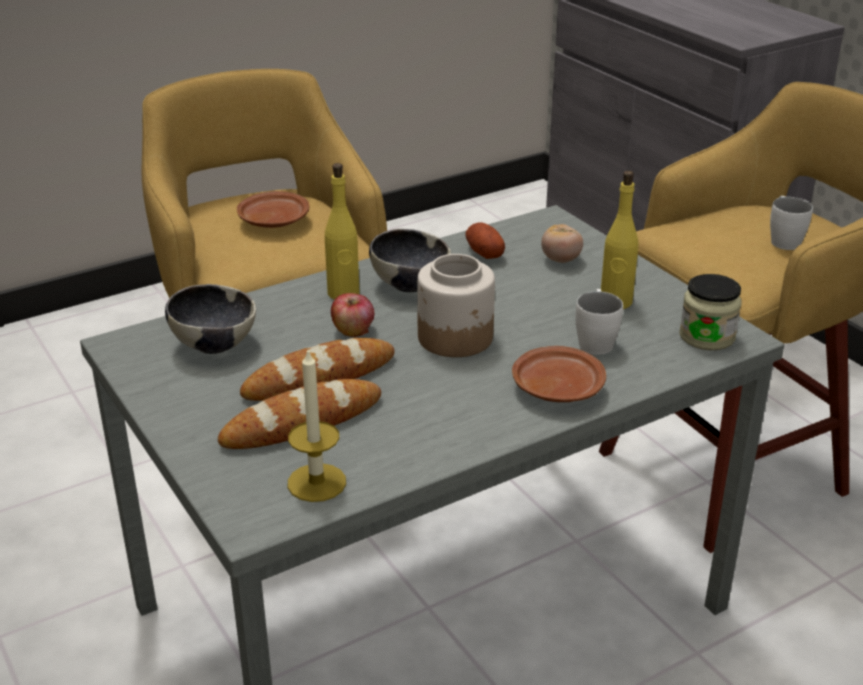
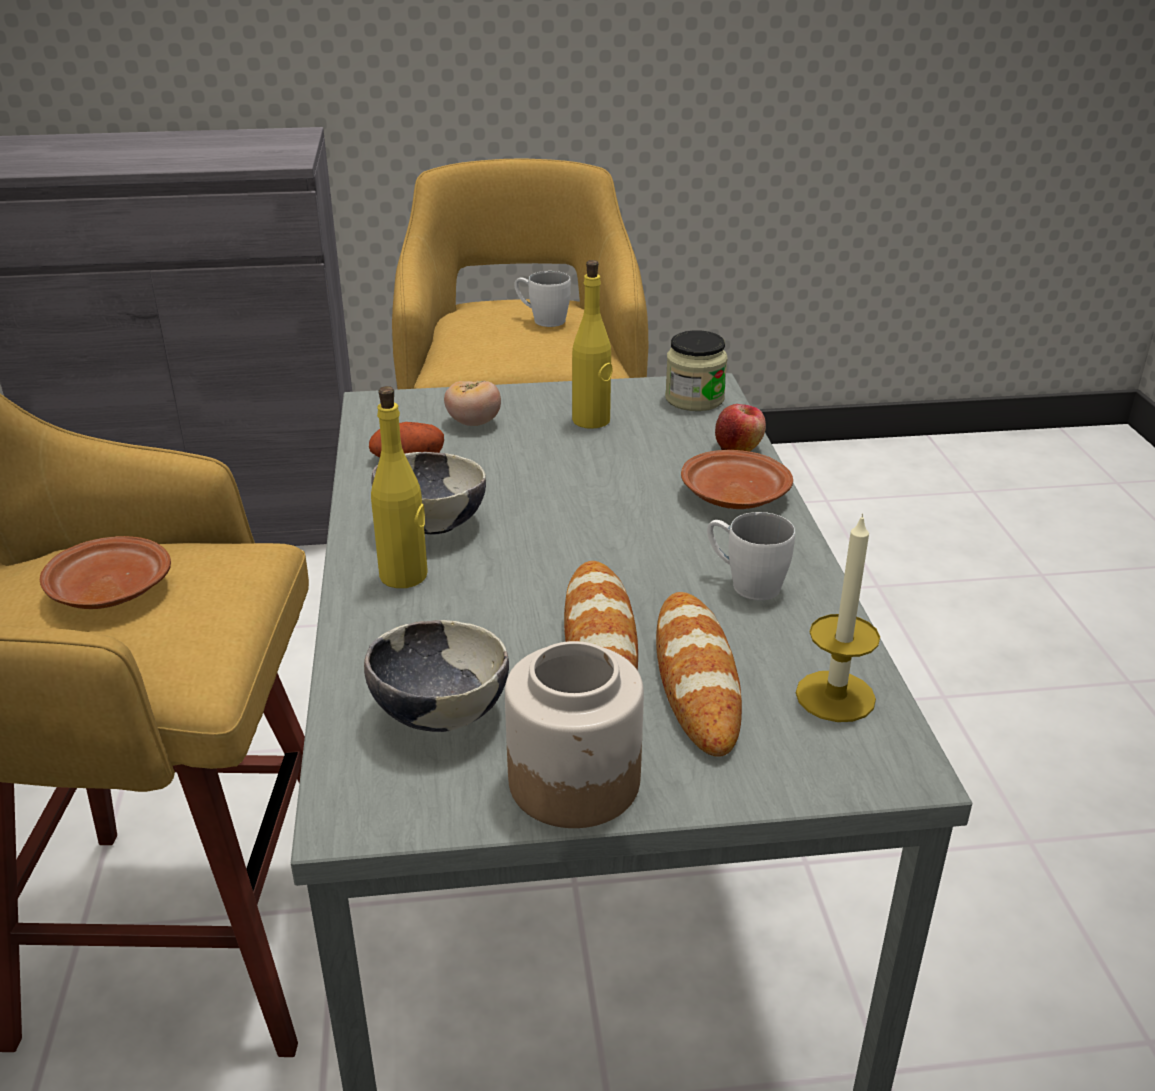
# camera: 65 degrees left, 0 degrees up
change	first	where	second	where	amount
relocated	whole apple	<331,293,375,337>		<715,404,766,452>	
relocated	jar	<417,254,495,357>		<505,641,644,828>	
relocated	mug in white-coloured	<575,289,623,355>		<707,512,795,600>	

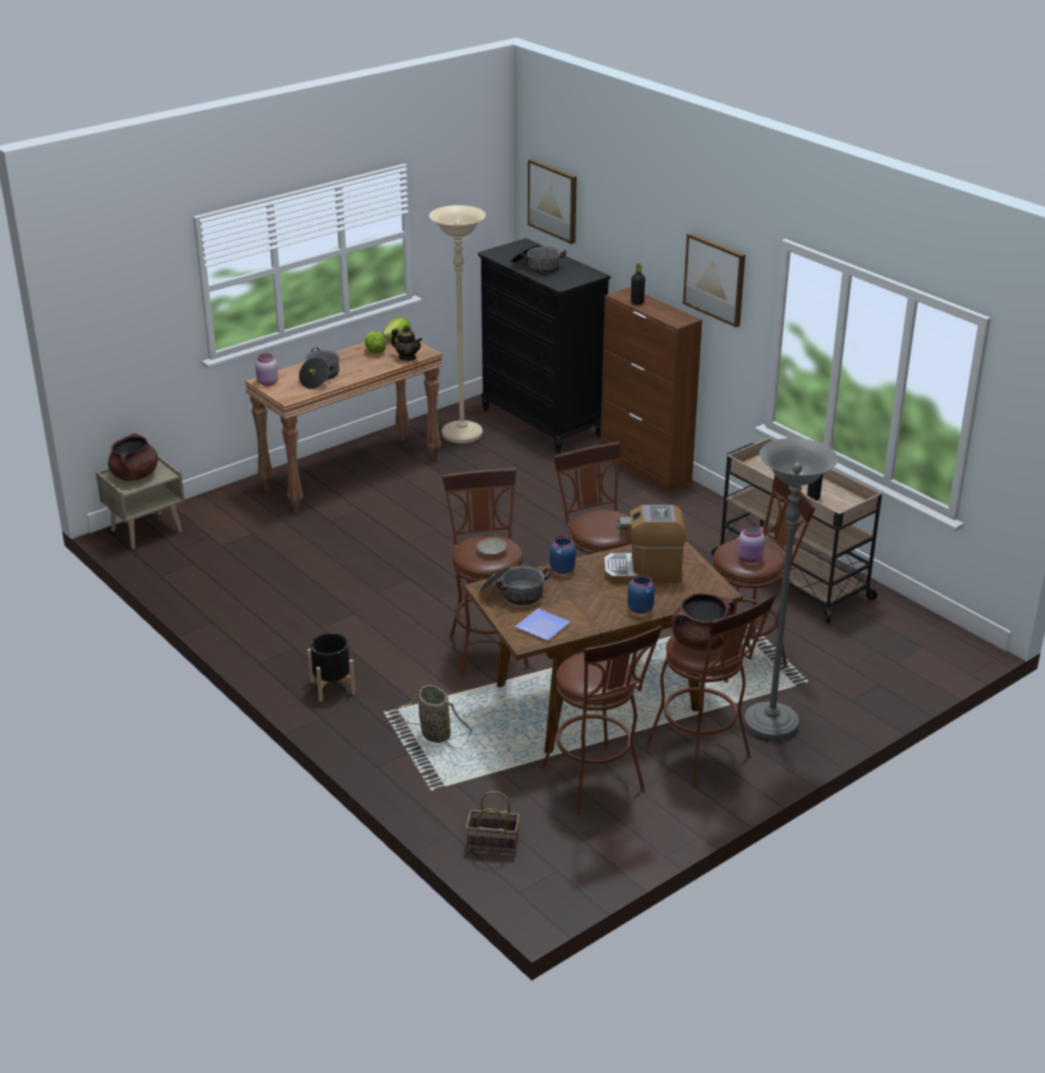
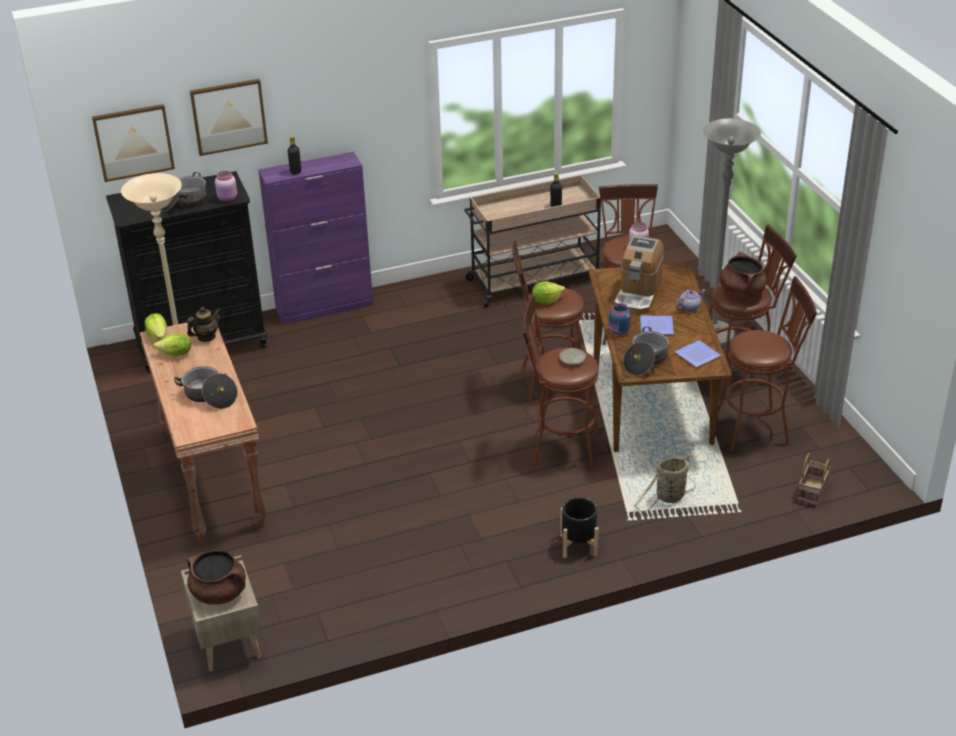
# camera: 70 degrees left, 5 degrees up
change	first	where	second	where	amount
appeared			lettuce	<532,281,565,304>	
appeared			plate	<640,316,674,335>	
relocated	jar in pinkish	<255,354,278,386>		<215,171,237,202>	
relocated	picture	<683,233,745,327>		<190,79,268,156>	
exchanged	jar in blue	<627,574,655,614>	tea pot	<675,289,705,312>	
colour	cupboard in brown	<600,287,702,491>	cupboard in purplish	<258,152,373,325>	

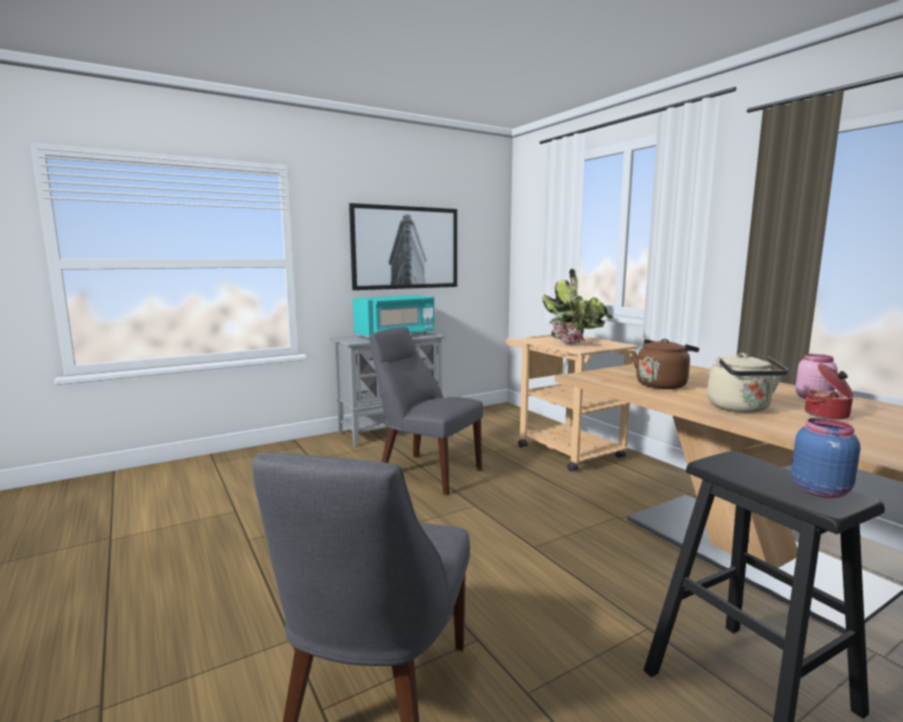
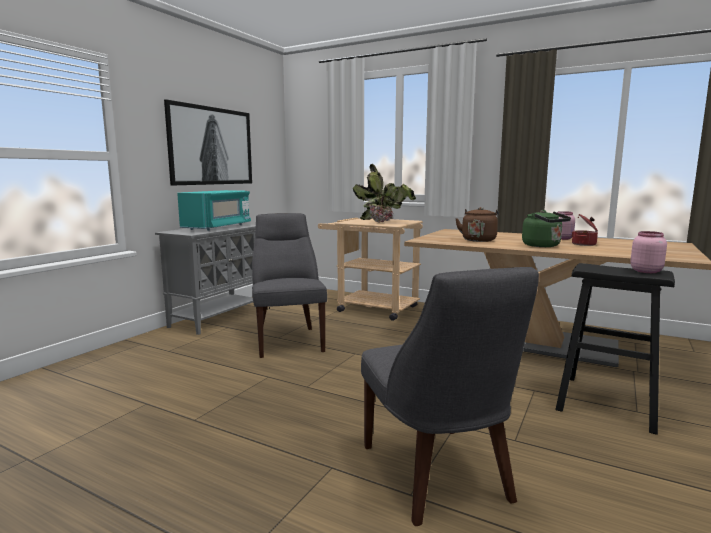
# camera: 30 degrees left, 0 degrees up
change	first	where	second	where	amount
colour	water kettle in beige	<707,353,788,413>	water kettle in greenish	<522,210,571,247>	
colour	jar in blue	<791,418,860,498>	jar in pinkish	<630,231,667,273>	
spun	plain chair in grey	<369,327,483,495>		<252,213,327,358>	75 degrees clockwise

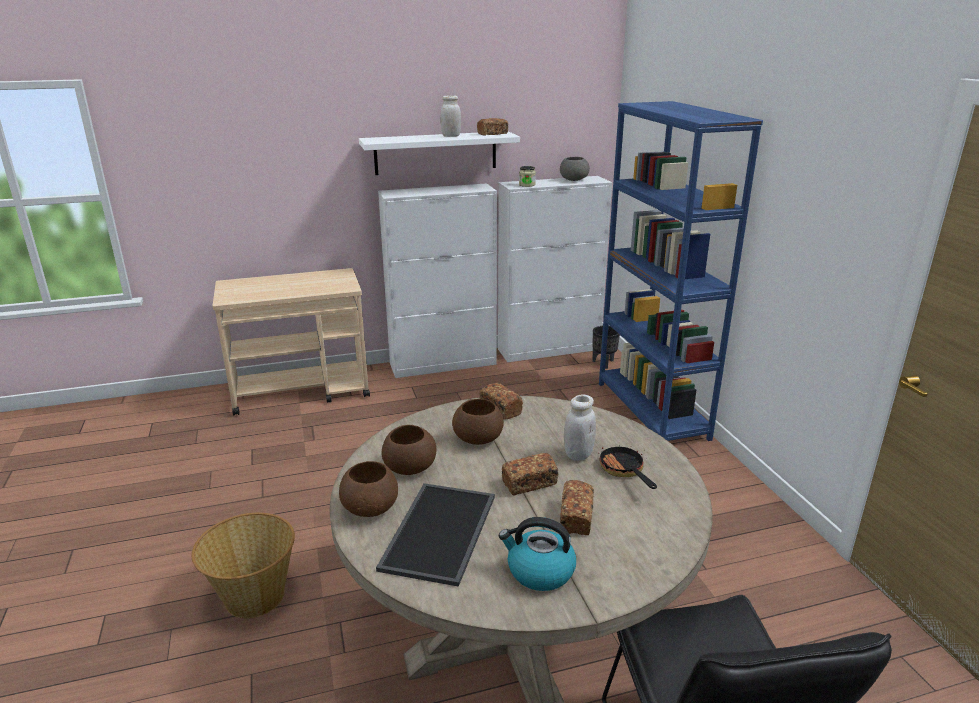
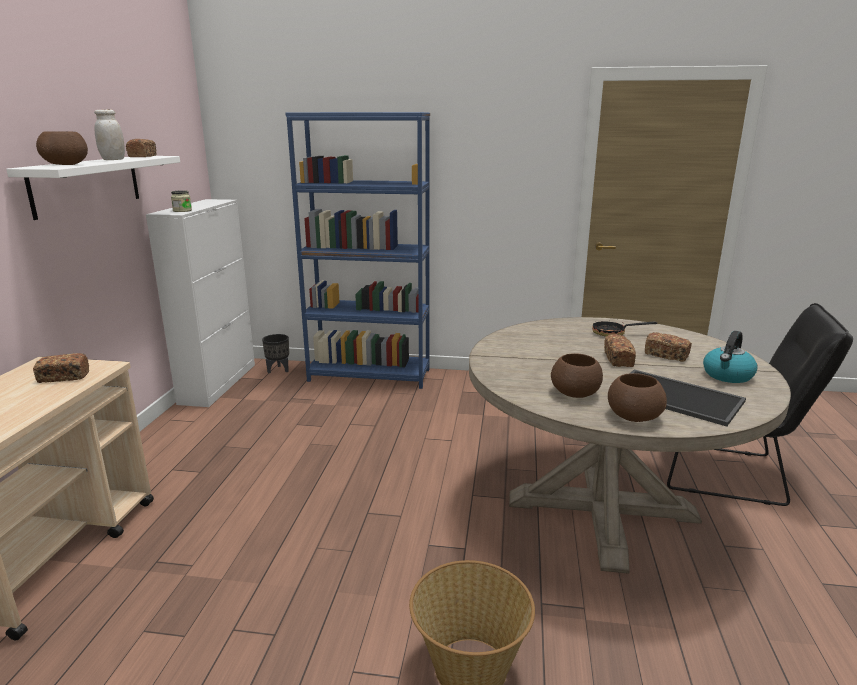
# camera: 65 degrees left, 5 degrees down
change	first	where	second	where	amount
missing	cupboard in white-coloured	<378,183,497,378>			
missing	deep dish in grey	<560,157,590,181>			
missing	jar in white-coloured	<564,394,596,461>			
relocated	deep dish in brown	<452,399,504,445>		<36,131,88,165>	
relocated	bread	<480,383,523,420>		<33,353,89,383>	

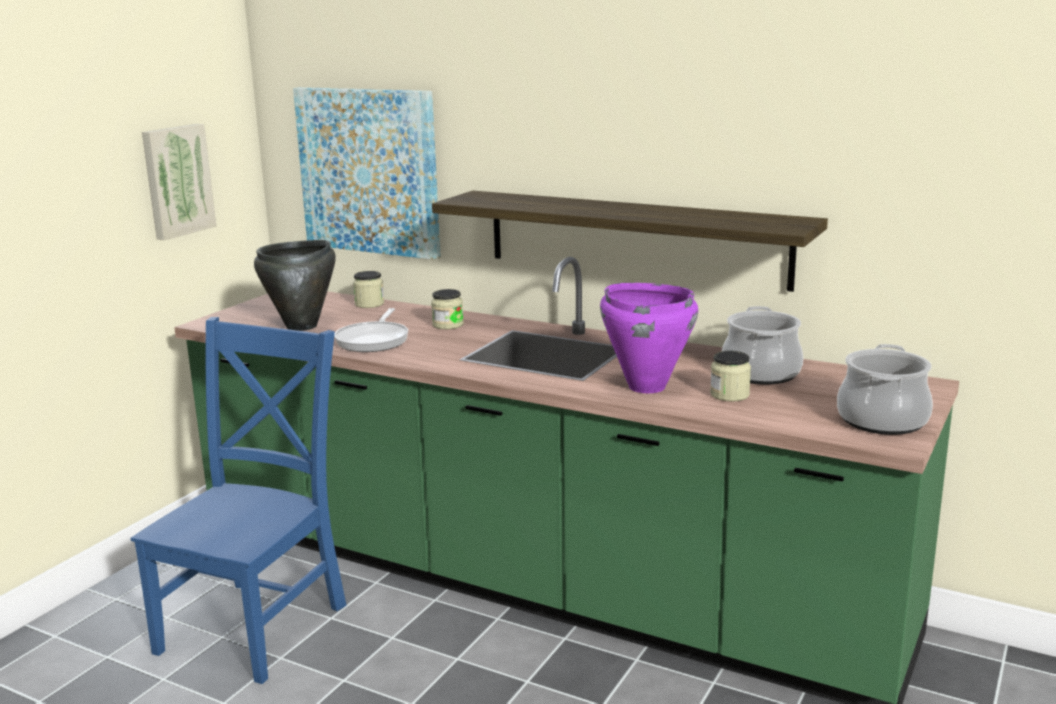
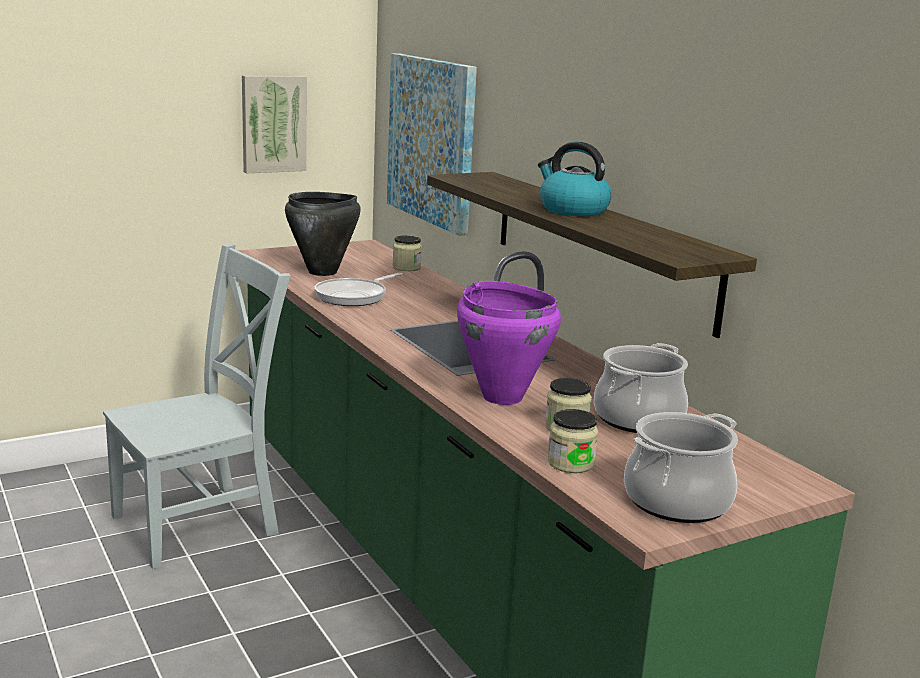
# camera: 30 degrees right, 0 degrees up
change	first	where	second	where	amount
appeared			water kettle	<538,142,612,216>	
relocated	jar	<431,289,464,329>		<548,409,598,473>	
colour	plain chair in blue	<131,317,346,684>	plain chair in grey	<103,244,291,569>	

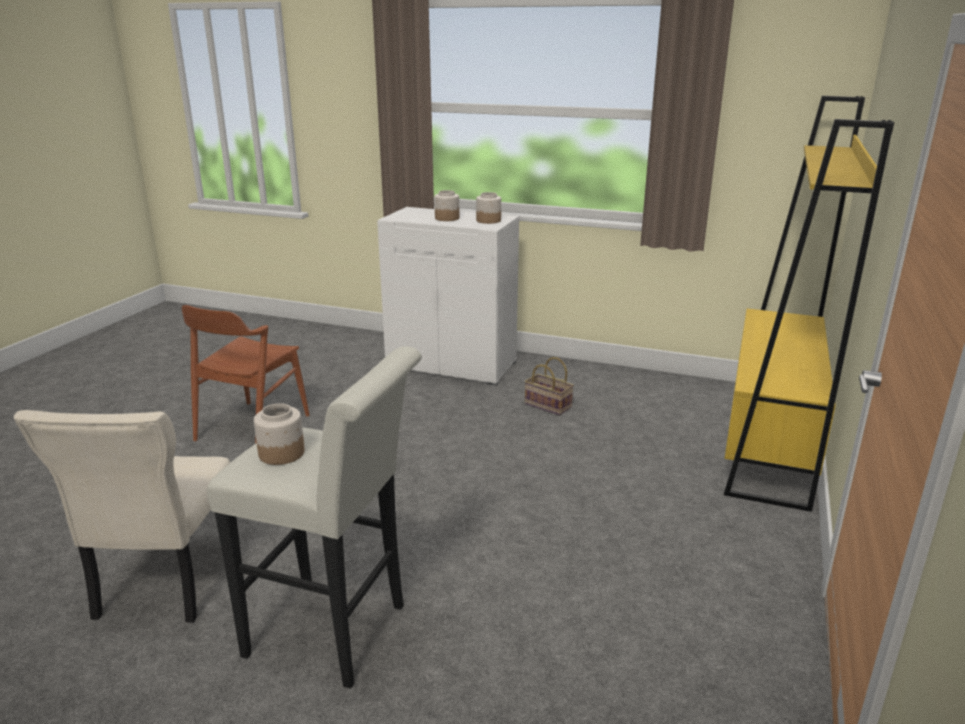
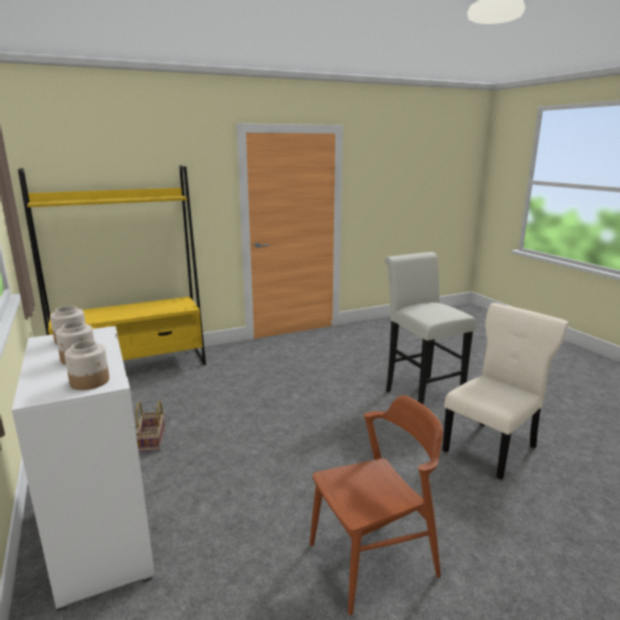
# camera: 135 degrees left, 5 degrees down
change	first	where	second	where	amount
relocated	jar	<254,403,305,465>		<65,341,109,390>	

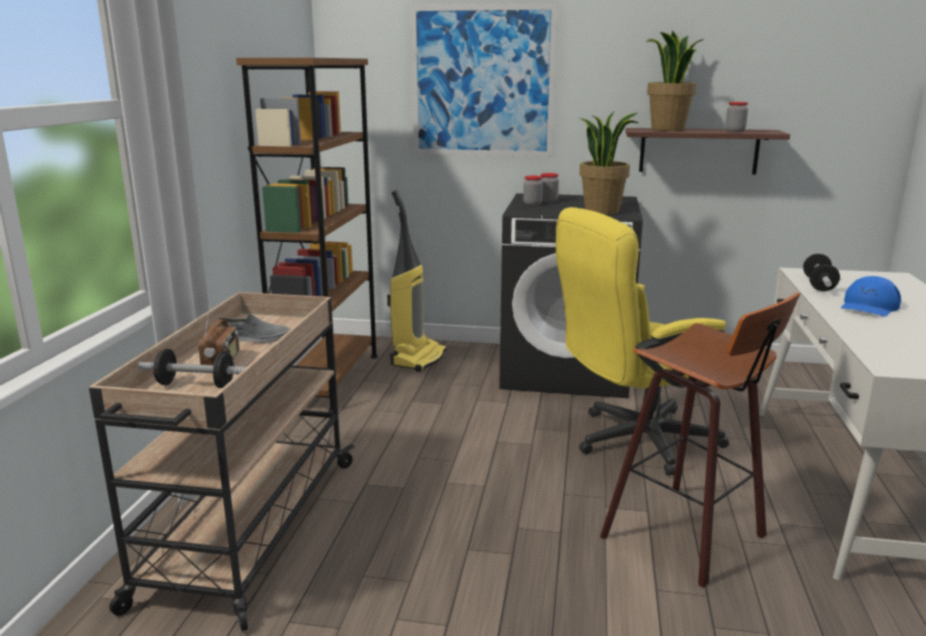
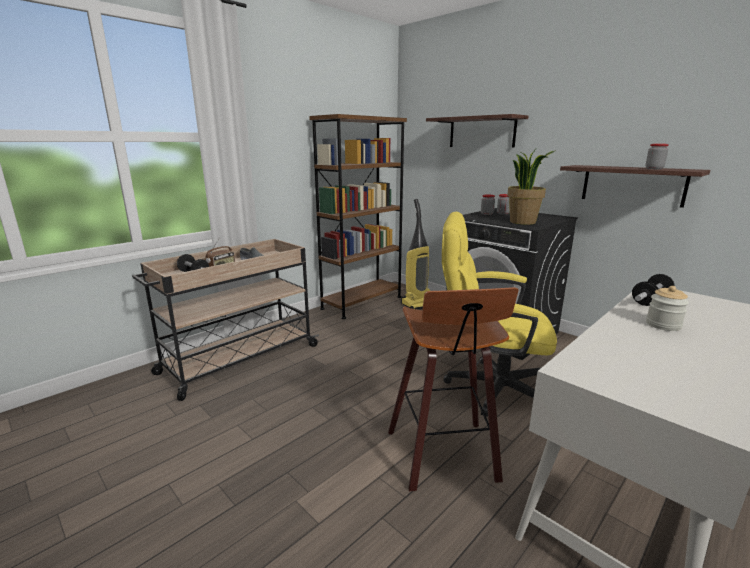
# camera: 35 degrees right, 0 degrees up
change	first	where	second	where	amount
missing	potted plant	<646,30,704,131>			
exchanged	picture	<411,3,558,157>	shelf	<426,114,529,148>	
exchanged	cap in blue	<841,276,901,316>	jar	<646,286,689,331>	

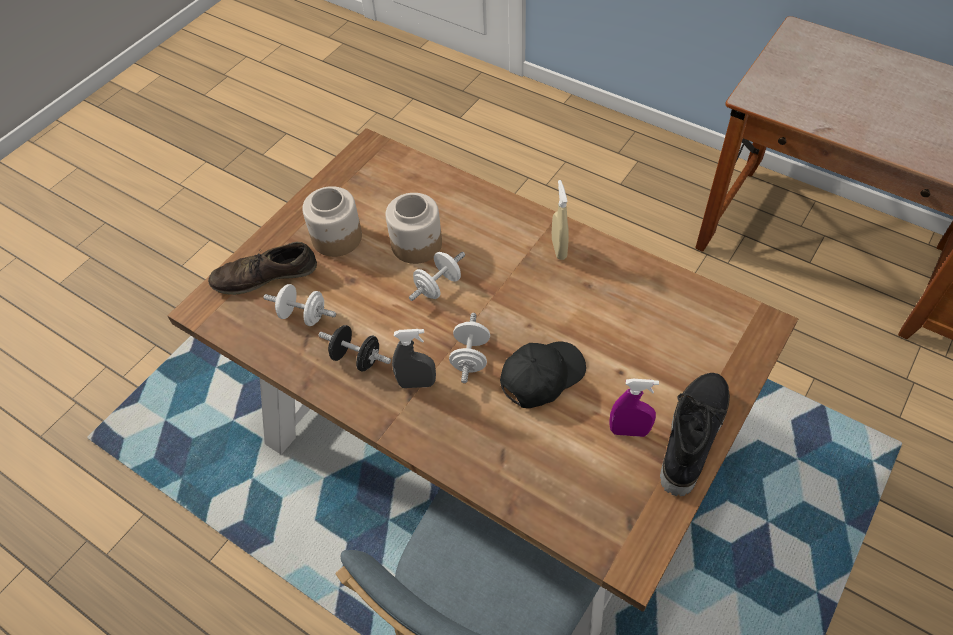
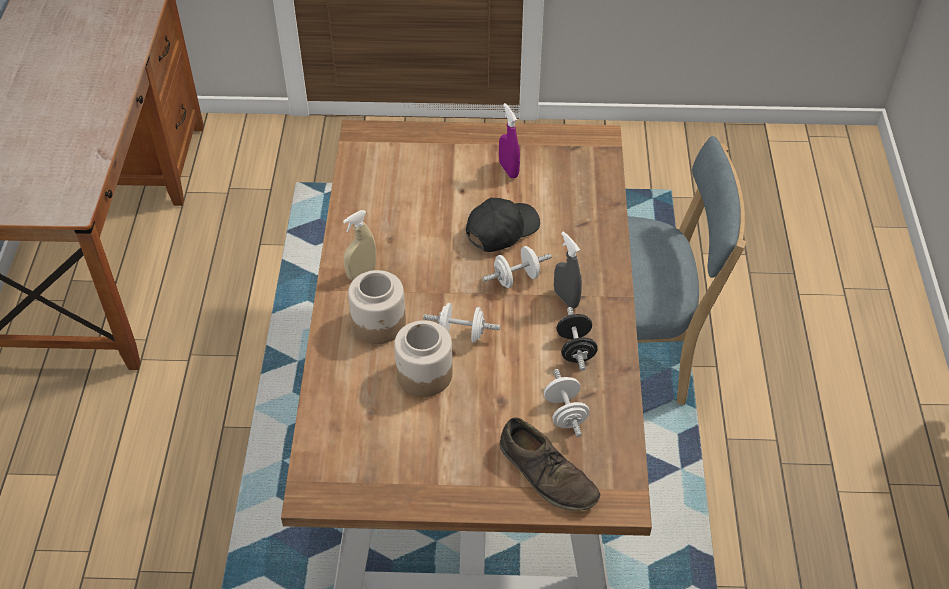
# camera: 125 degrees left, 5 degrees down
change	first	where	second	where	amount
missing	high-top boot in blackish	<660,373,730,496>			
relocated	jar	<302,186,362,257>		<348,270,406,344>	
spun	cap in blackish	<500,341,586,408>		<466,198,540,252>	120 degrees clockwise

